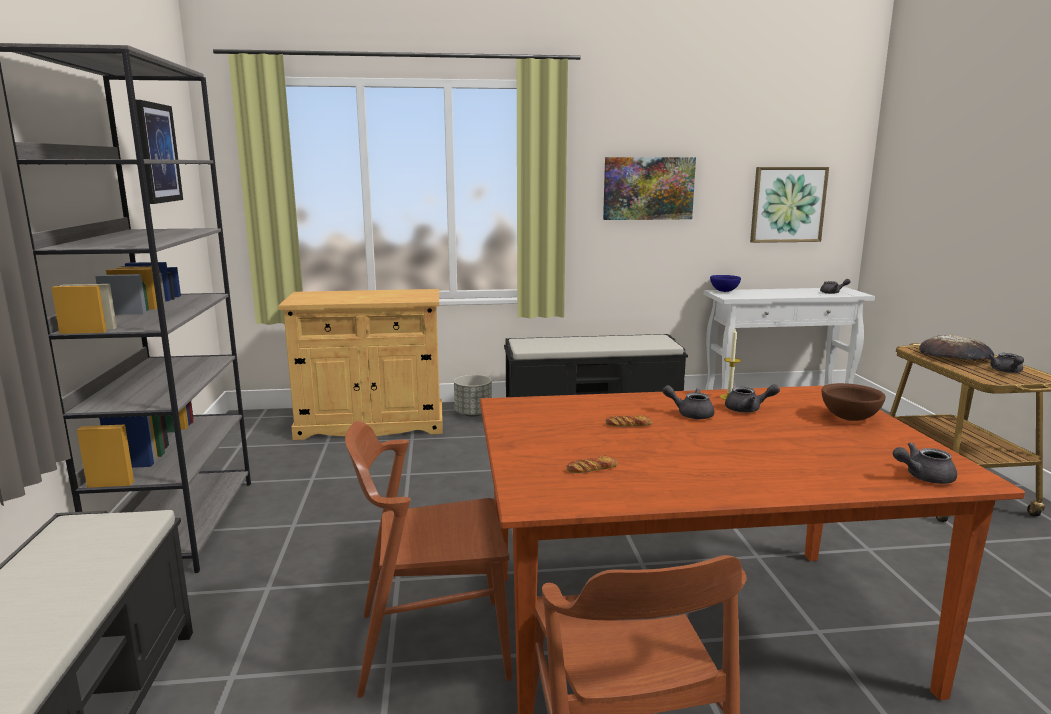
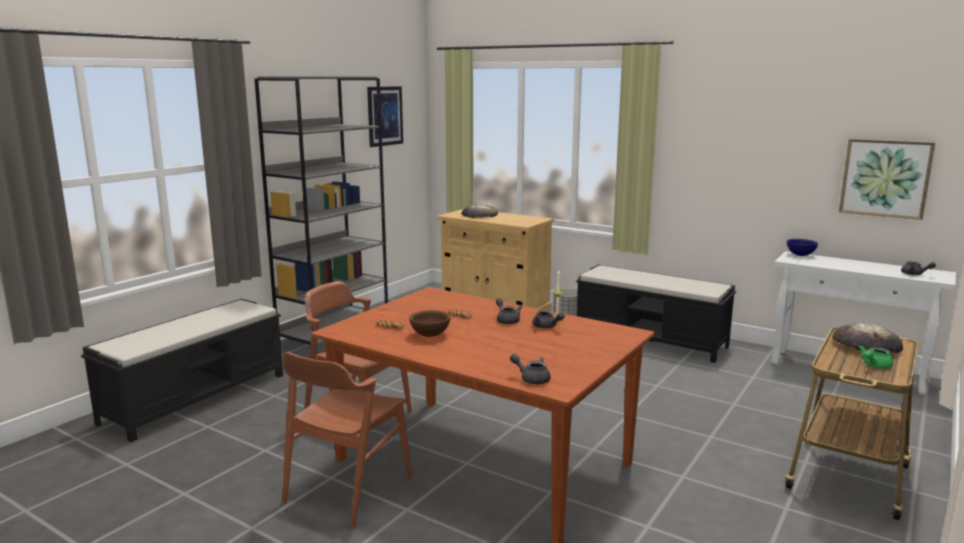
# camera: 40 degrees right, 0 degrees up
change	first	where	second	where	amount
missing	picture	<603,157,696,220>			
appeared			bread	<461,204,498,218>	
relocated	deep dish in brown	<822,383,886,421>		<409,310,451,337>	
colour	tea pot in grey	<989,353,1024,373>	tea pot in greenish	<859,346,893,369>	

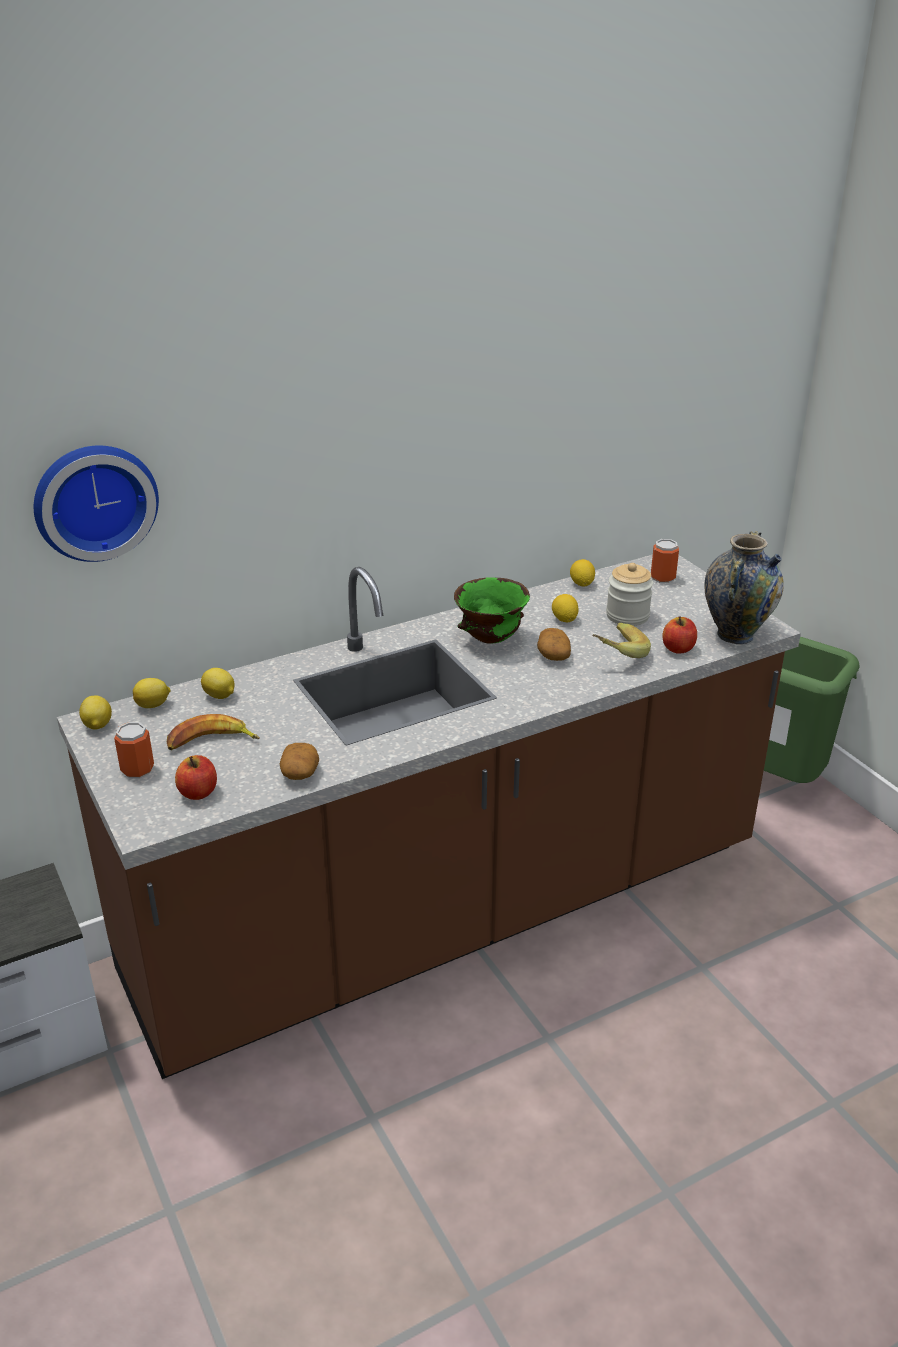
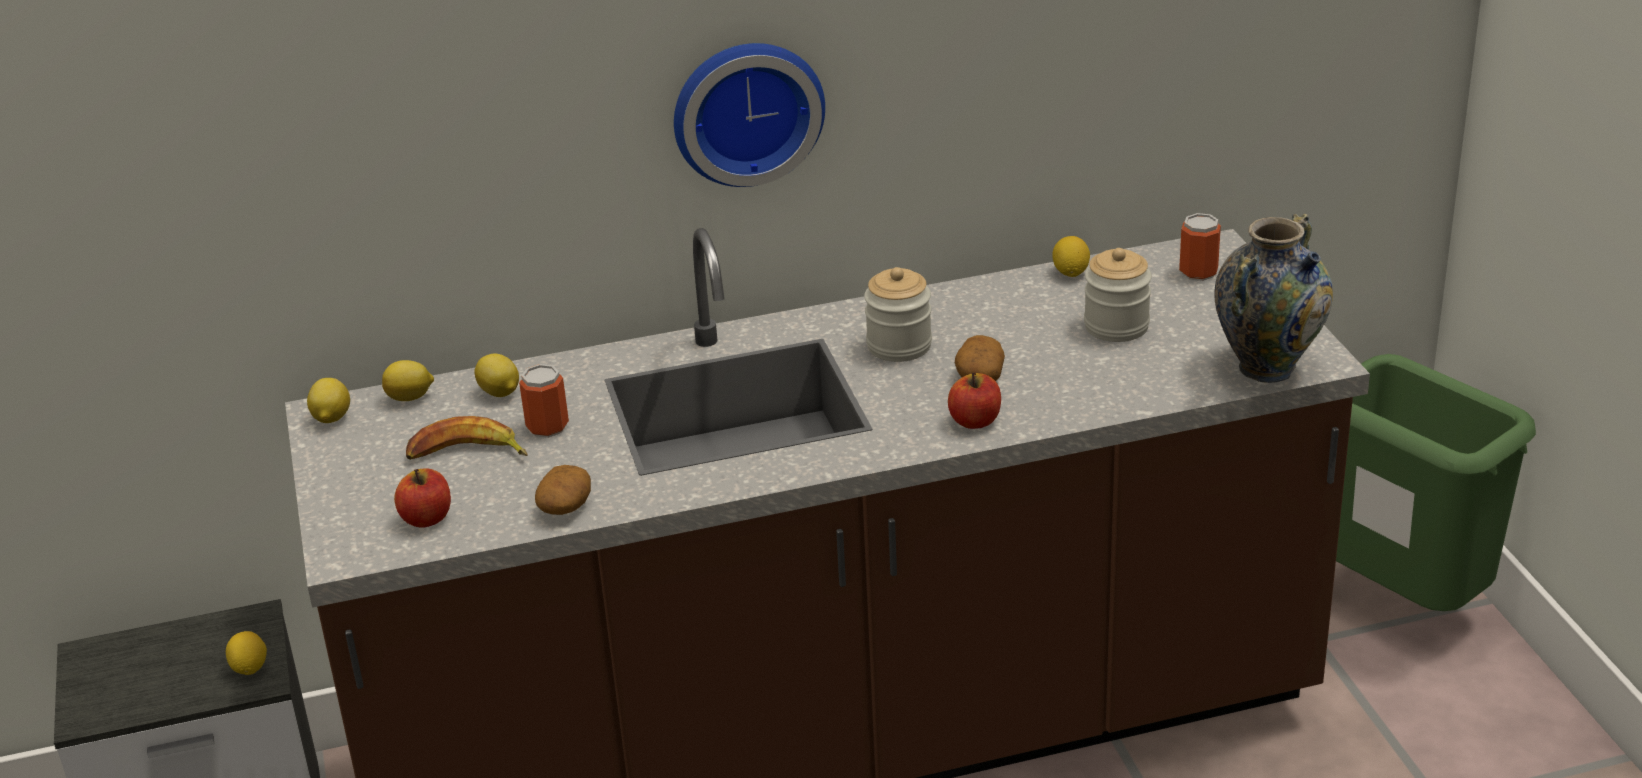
# camera: 15 degrees right, 0 degrees up
change	first	where	second	where	amount
missing	banana	<593,623,651,658>			
relocated	hanging clock	<34,445,159,562>		<674,43,825,187>	
relocated	sealed can	<114,722,154,778>		<519,364,569,438>	
relocated	lemon	<552,594,578,622>		<226,631,267,675>	
relocated	whole apple	<662,616,697,654>		<948,372,1001,429>	
exchanged	deep dish in greenish	<454,577,530,644>	jar	<864,267,932,362>	

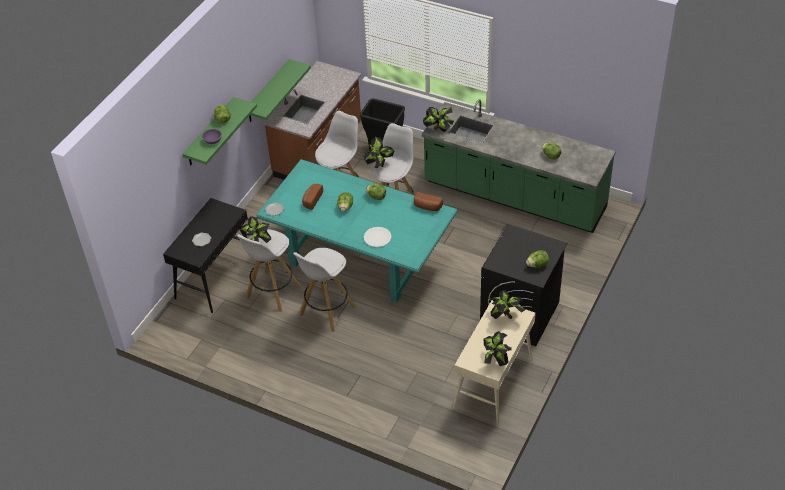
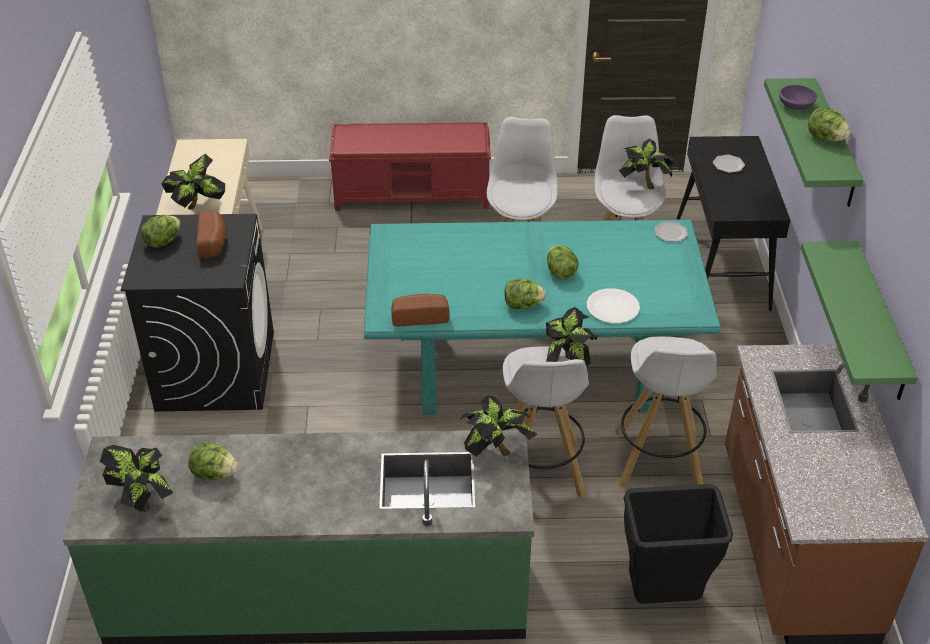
# camera: 150 degrees right, 5 degrees down
change	first	where	second	where	amount
appeared			long seat in red-coloured	<329,122,491,211>	
relocated	bread	<302,184,323,210>		<197,210,226,259>	
relocated	plate in white-coloured	<364,227,391,247>		<587,288,640,323>	
relocated	potted plant	<484,331,512,366>		<100,445,173,512>	

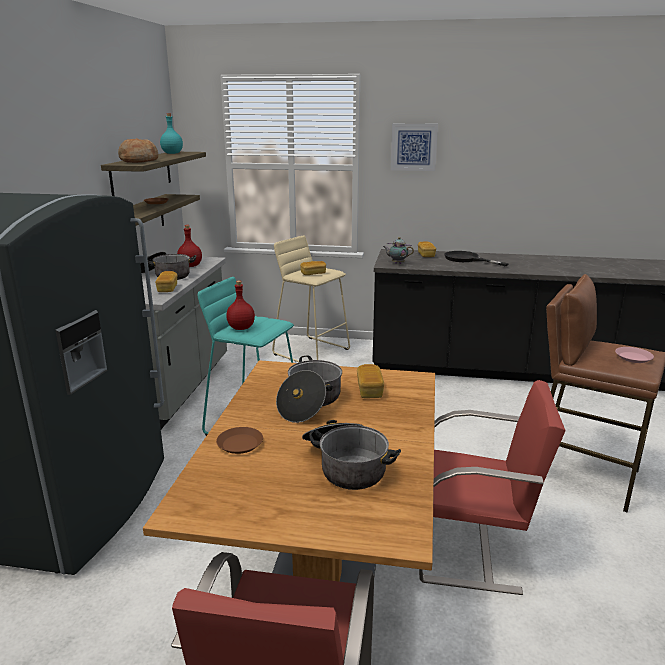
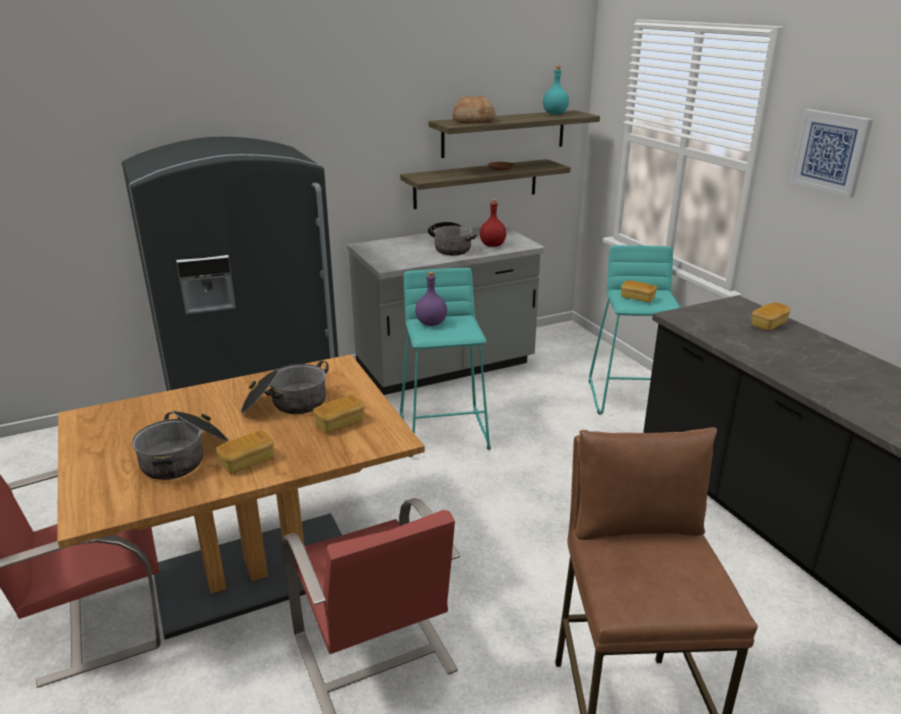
# camera: 55 degrees right, 5 degrees up
change	first	where	second	where	amount
missing	plate in brown	<216,427,263,454>			
missing	tea pot	<383,237,414,264>			
missing	pan in blackish	<444,251,509,266>			
missing	plate in pinkish	<615,347,654,363>			
relocated	bread	<155,271,177,292>		<216,431,274,474>	
colour	drink bottle in red-coloured	<226,281,255,330>	drink bottle in purplish	<415,272,447,326>	
colour	stool in beige	<272,235,350,362>	stool in turquoise	<589,245,681,414>	

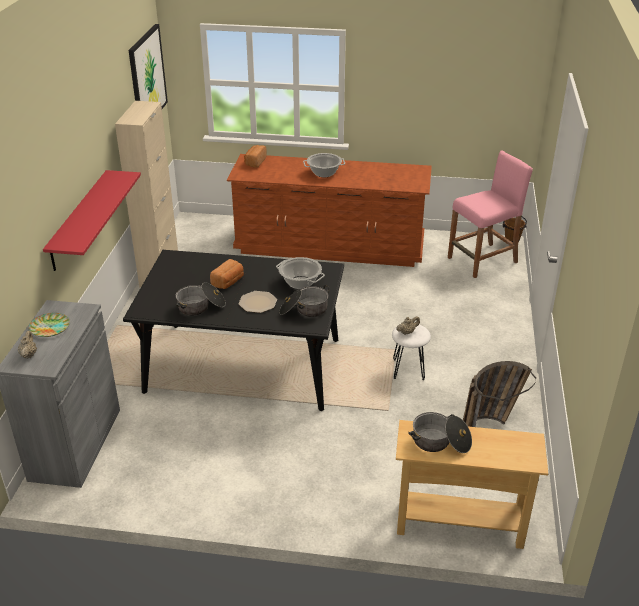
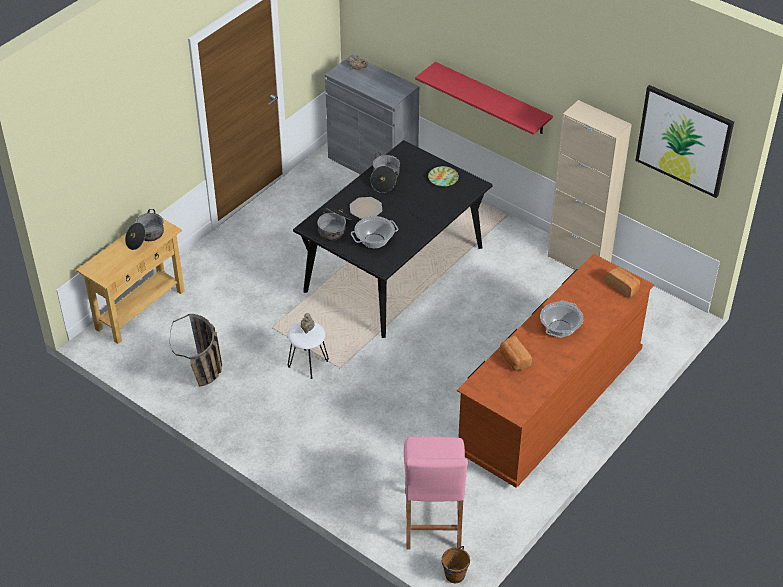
# camera: 120 degrees right, 10 degrees up
change	first	where	second	where	amount
relocated	plate	<29,313,70,337>		<428,166,459,187>	
relocated	bread	<210,259,244,289>		<500,336,532,371>	

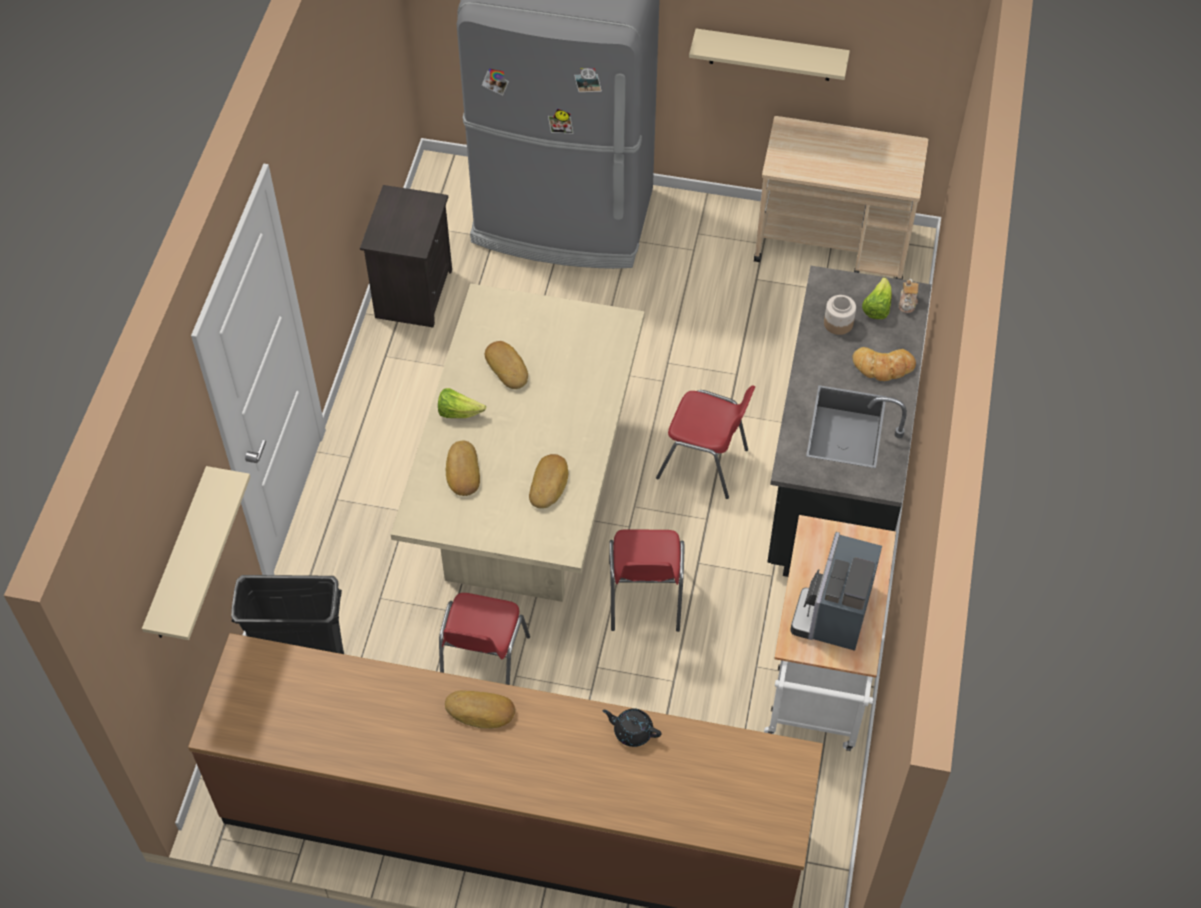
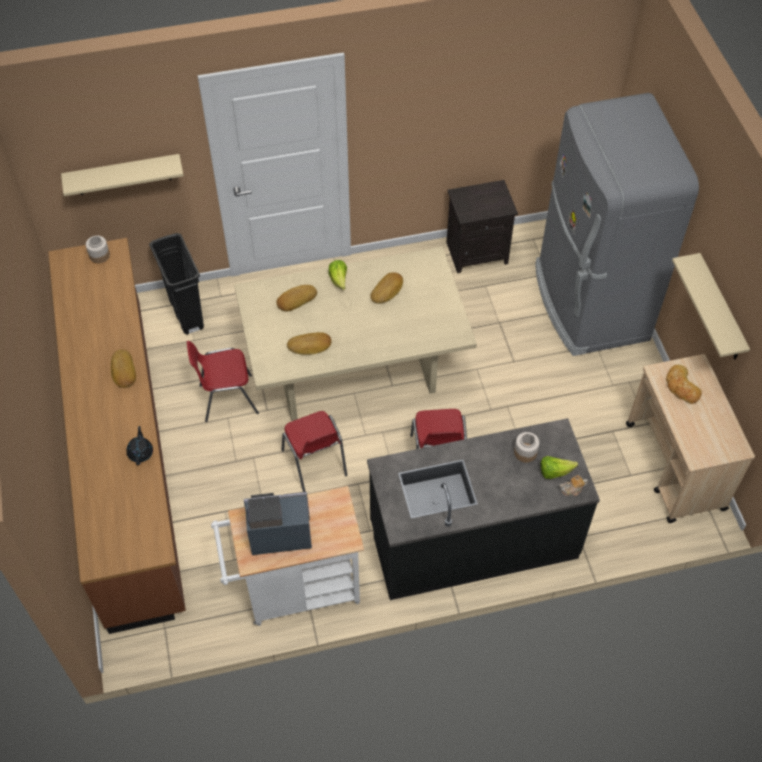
# camera: 65 degrees right, 0 degrees up
change	first	where	second	where	amount
appeared			jar	<86,236,110,263>	
relocated	bread	<852,347,916,381>		<666,365,702,404>	
spun	plain chair in red-coloured	<609,529,684,632>		<282,411,347,492>	90 degrees counterclockwise

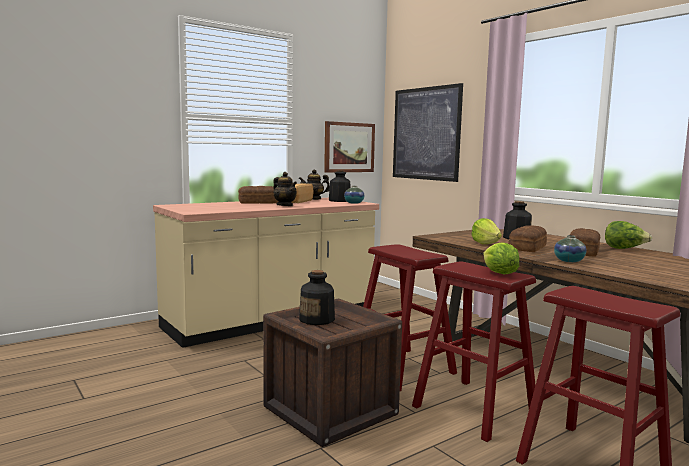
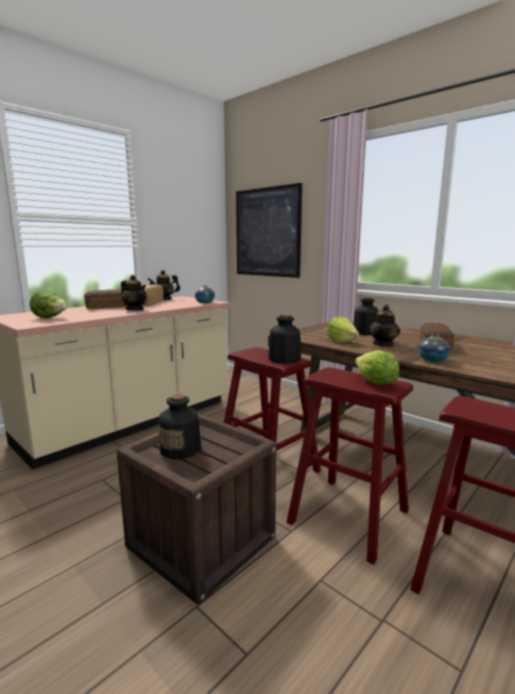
# camera: 10 degrees left, 5 degrees up
change	first	where	second	where	amount
missing	picture	<324,121,375,172>			
relocated	drink bottle	<329,170,350,202>		<268,314,301,363>	
relocated	lettuce	<605,221,652,249>		<29,291,68,318>	
exchanged	bread	<508,226,547,252>	tea pot	<369,305,400,347>	

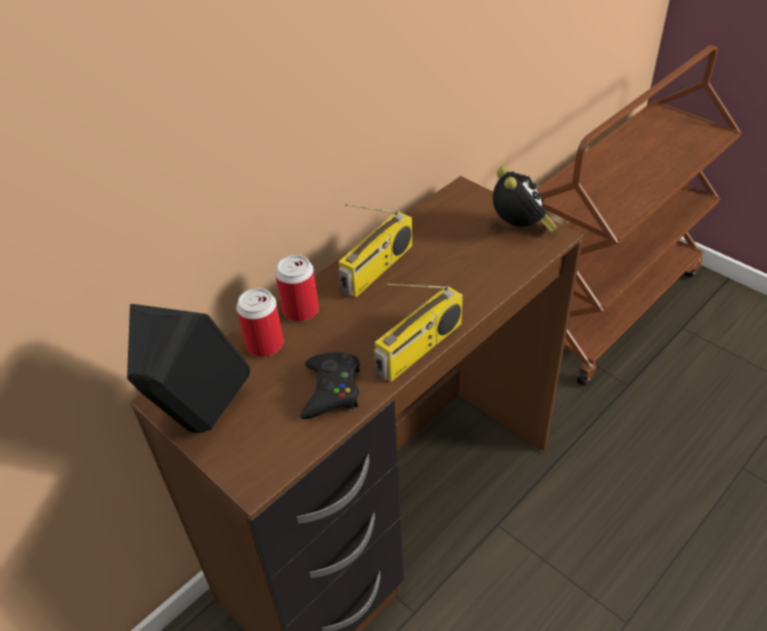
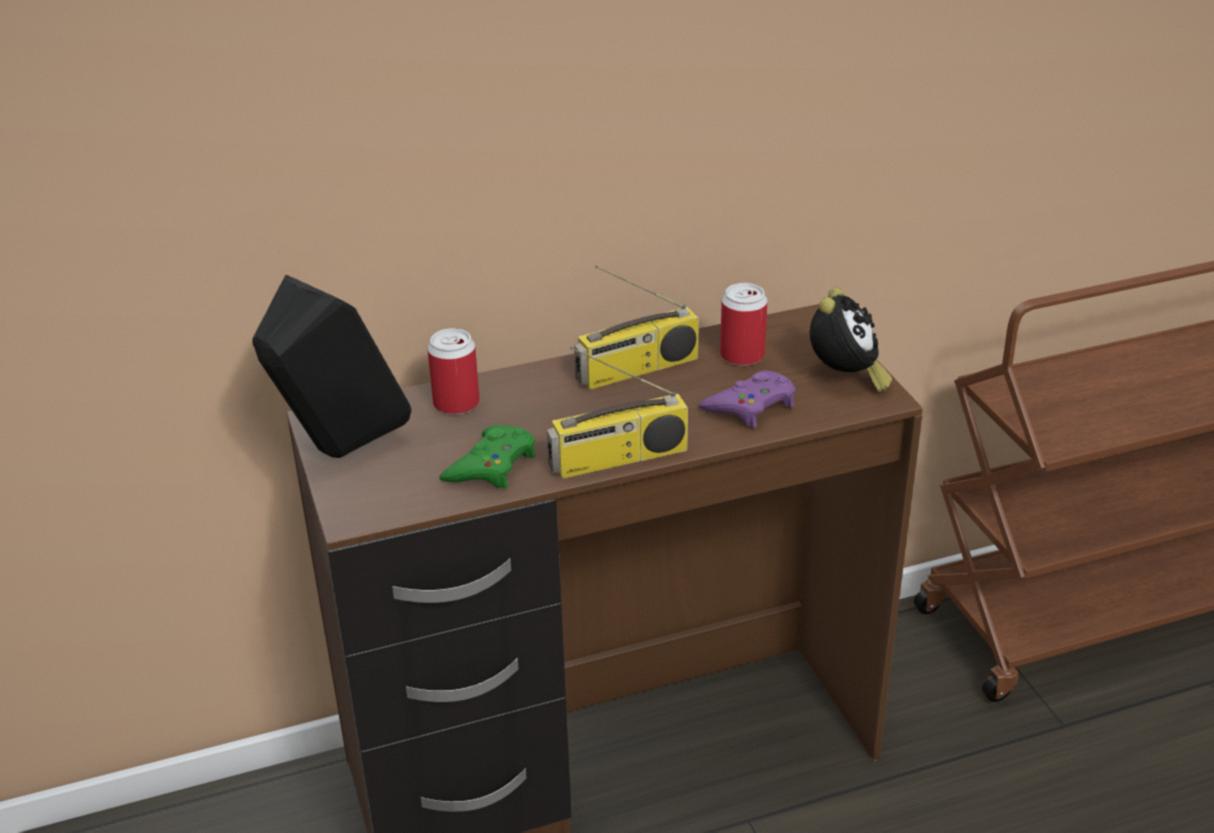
# camera: 25 degrees right, 10 degrees down
change	first	where	second	where	amount
appeared			game controller in purplish	<699,370,796,428>	
relocated	sealed can	<275,255,319,322>		<720,283,768,366>	
colour	game controller in blackish	<300,352,360,419>	game controller in greenish	<439,425,536,488>	

